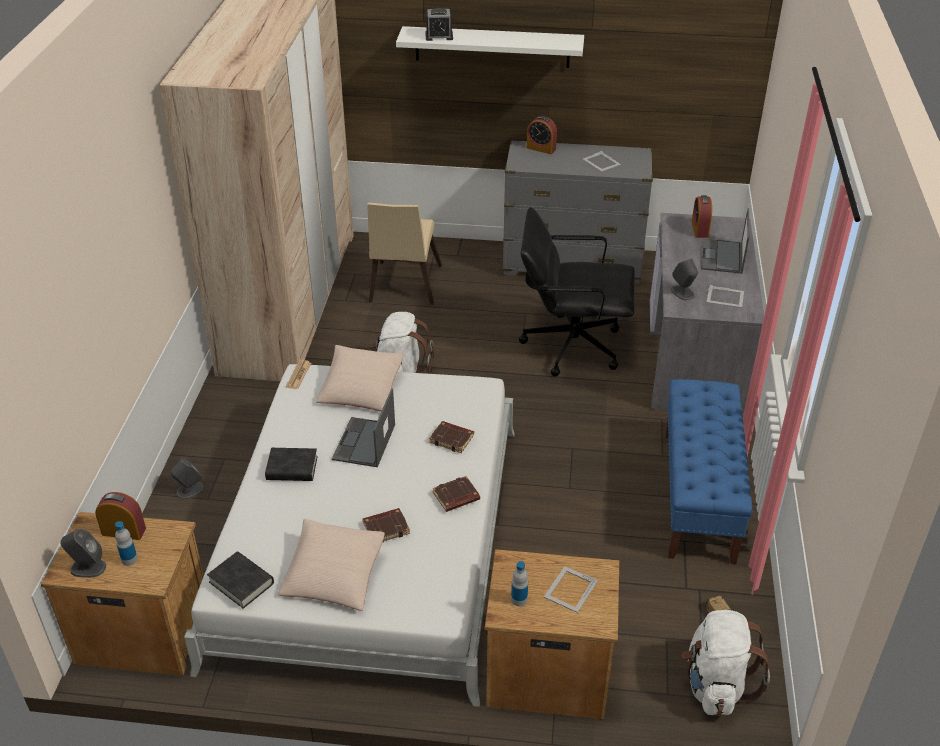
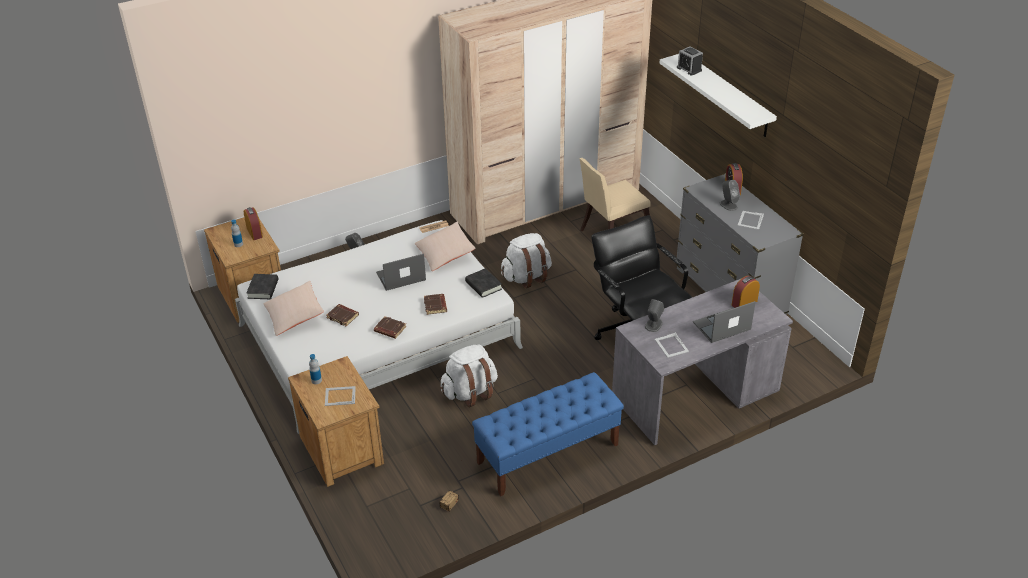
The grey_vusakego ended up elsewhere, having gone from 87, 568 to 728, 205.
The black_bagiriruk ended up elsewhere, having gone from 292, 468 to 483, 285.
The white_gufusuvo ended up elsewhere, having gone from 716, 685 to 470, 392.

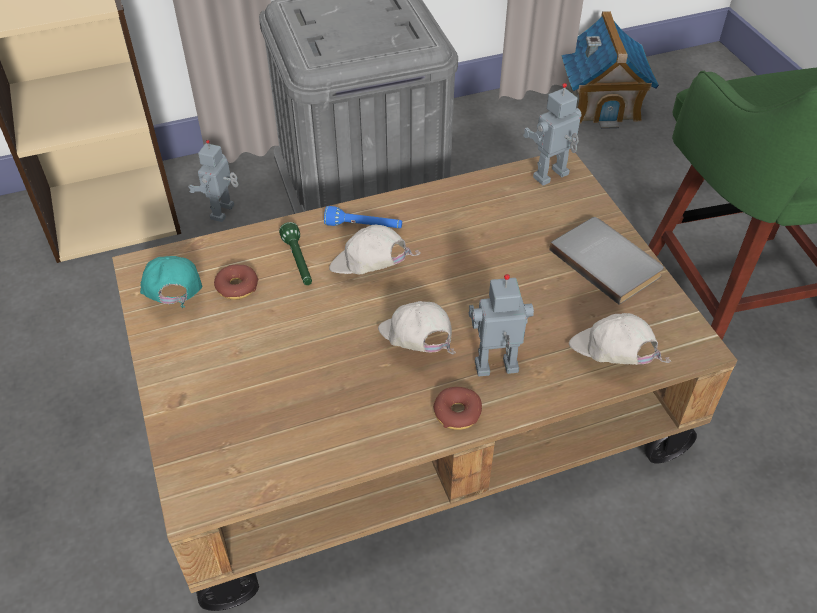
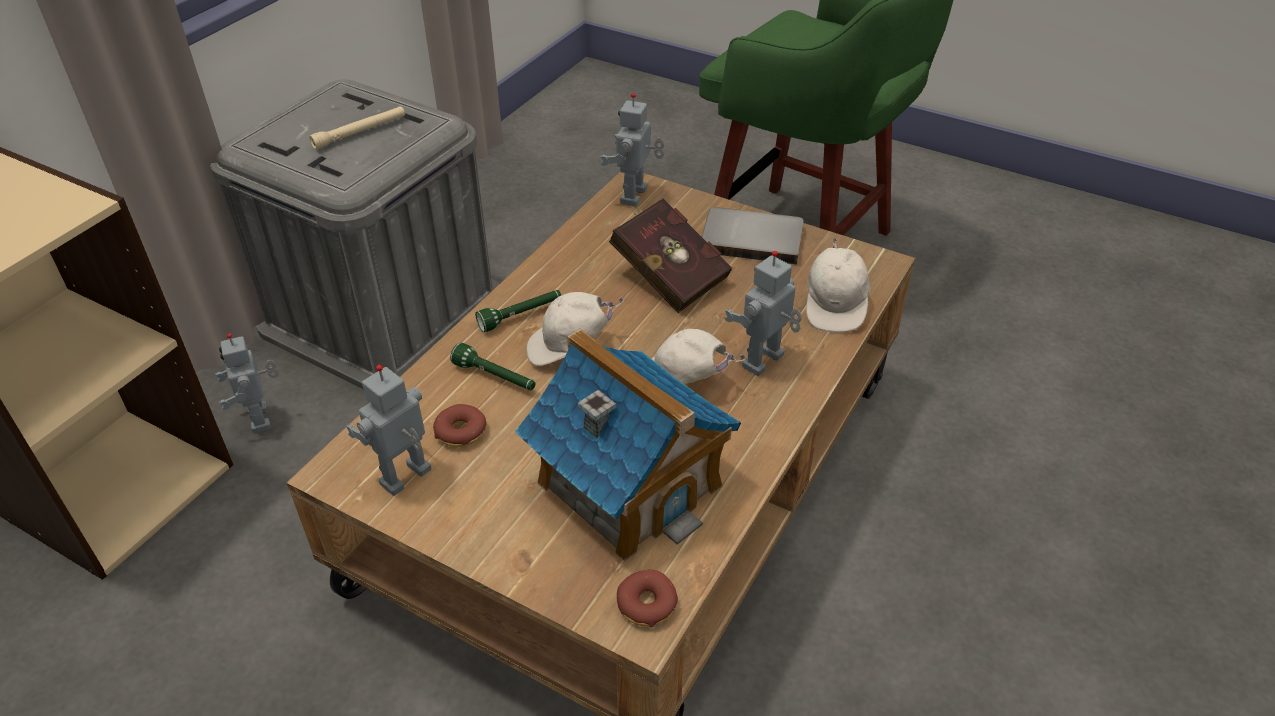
The second view gained the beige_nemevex at 360, 133.
The second view gained the red_bagiriruk at 667, 275.
The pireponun ended up elsewhere, having gone from 457, 413 to 647, 604.
The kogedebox ended up elsewhere, having gone from 601, 102 to 629, 484.
Where the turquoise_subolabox stood at 174, 298, the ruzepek came to stand at 407, 479.
What was the blue_nemevex at 364, 227 turned into the green_nemevex at 521, 316.
The white_subolabox at 611, 358 ended up facing another way, 90 degrees counterclockwise from before.

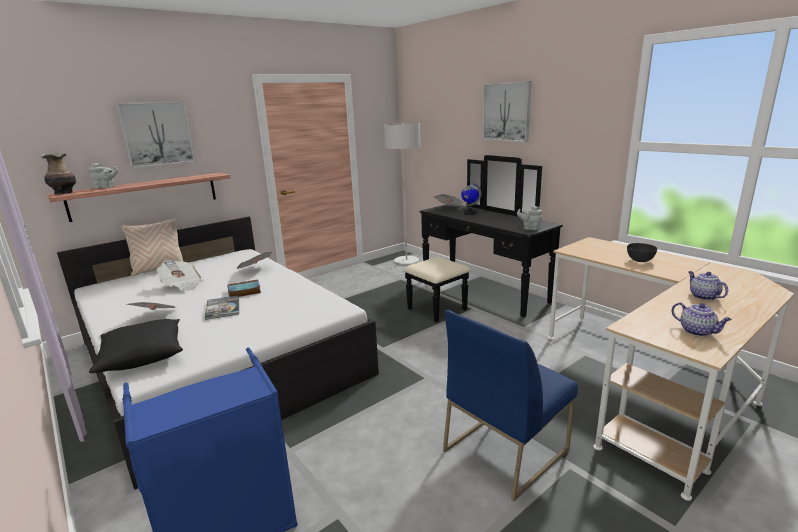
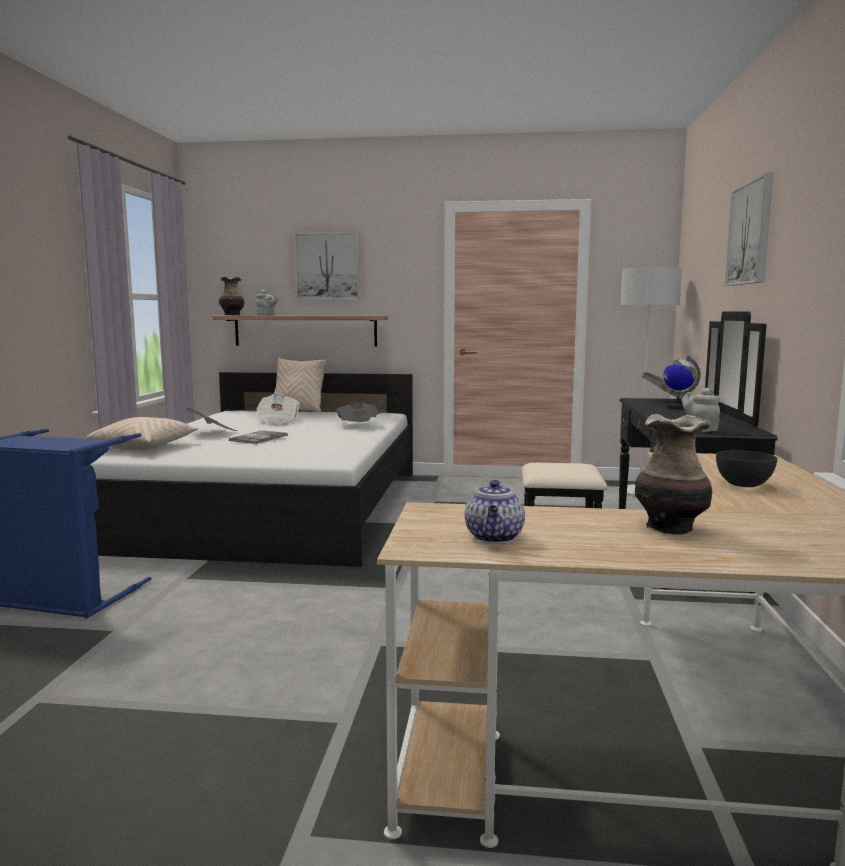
The second view lost the bagiriruk at 243, 292.
The second view lost the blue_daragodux at 505, 449.
Where the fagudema stood at 703, 296, the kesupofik came to stand at 669, 527.
What was the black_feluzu at 142, 356 turned into the beige_feluzu at 145, 447.

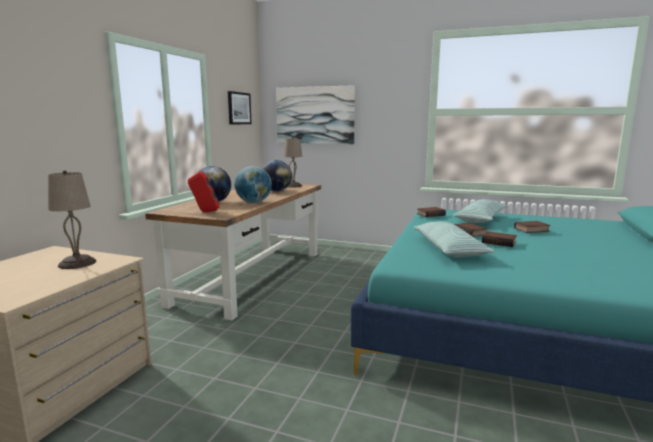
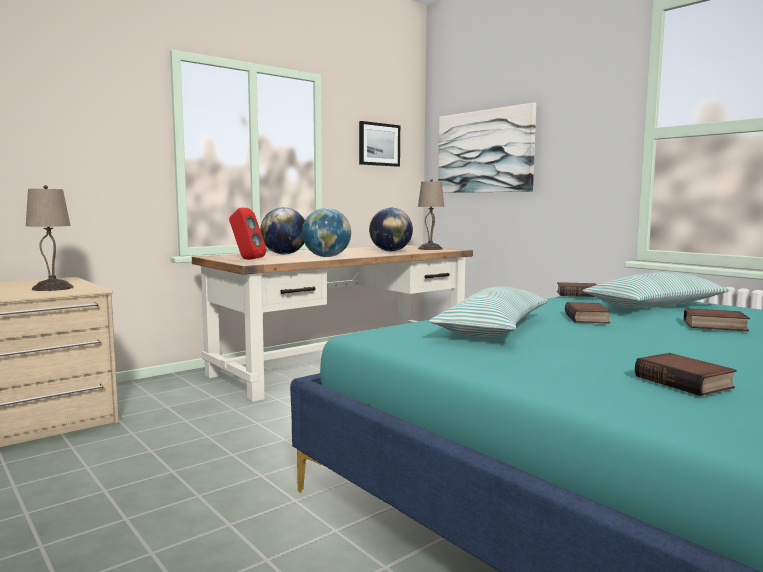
The bagiriruk ended up elsewhere, having gone from 499, 242 to 685, 382.

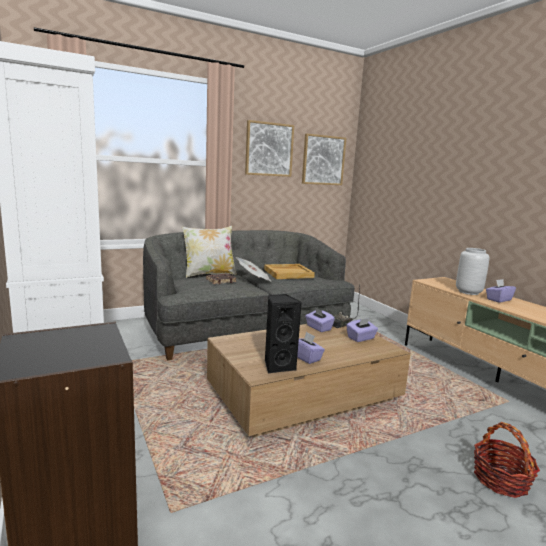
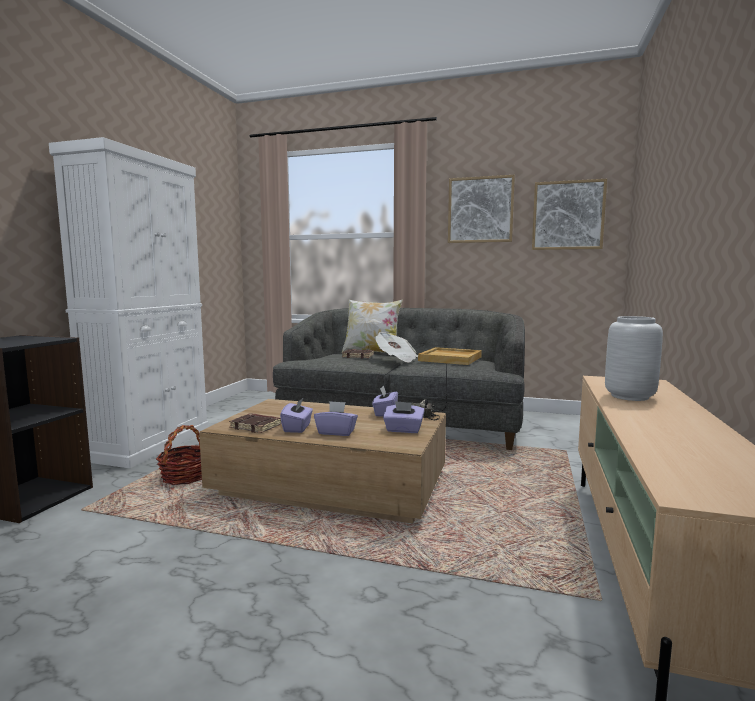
The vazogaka ended up elsewhere, having gone from 501, 480 to 185, 477.
The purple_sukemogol ended up elsewhere, having gone from 498, 299 to 336, 432.
Where the black_vusakego stood at 278, 366, the brown_bagiriruk came to stand at 256, 426.

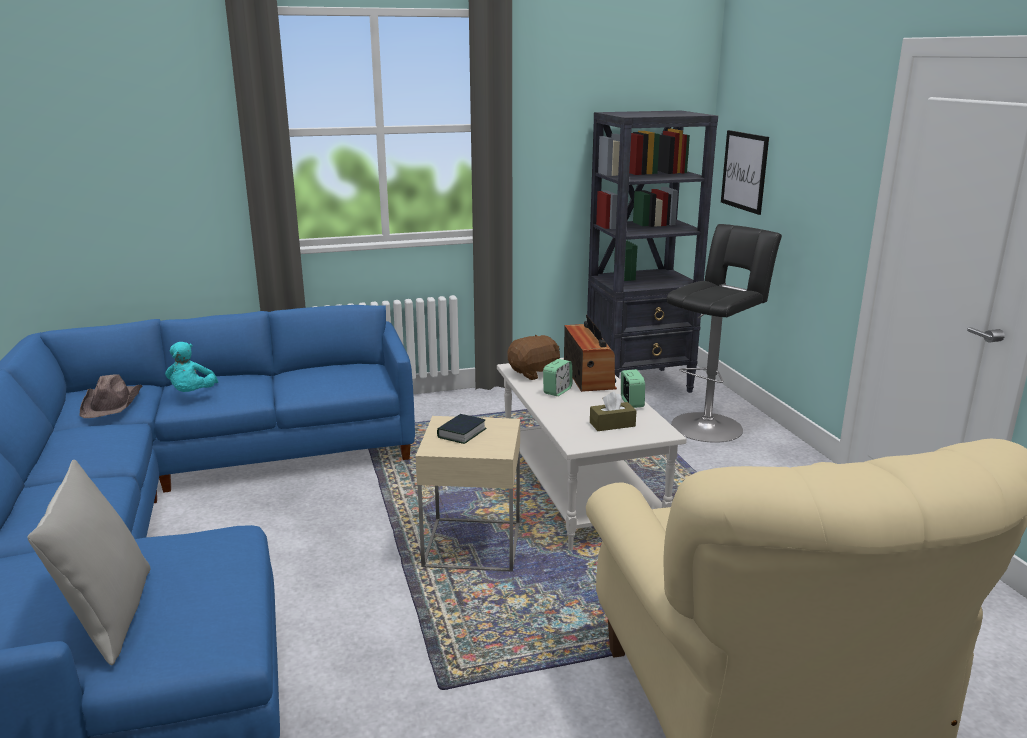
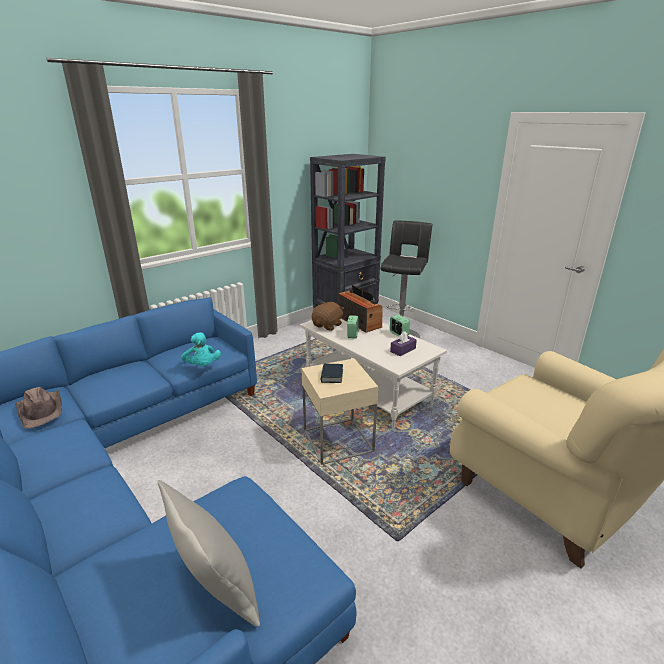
The second view lost the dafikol at 744, 171.
The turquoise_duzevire ended up elsewhere, having gone from 192, 394 to 202, 366.
What was the brown_sukemogol at 612, 424 turned into the purple_sukemogol at 403, 350.

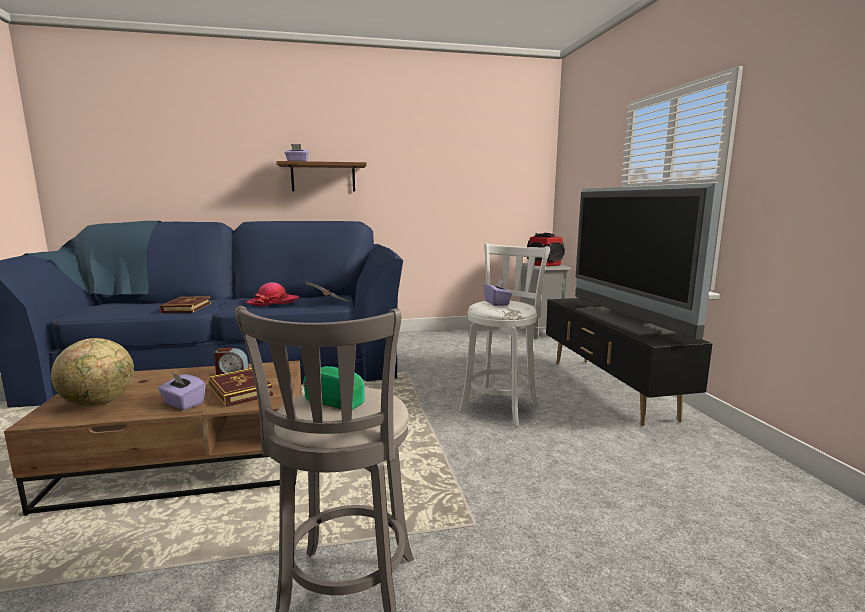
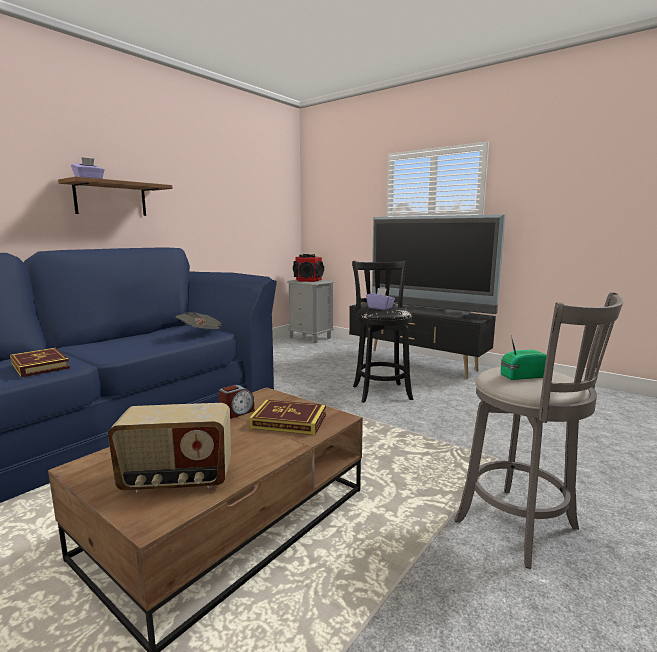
The second view lost the purple_sukemogol at 183, 403.
The second view lost the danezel at 273, 302.
Where the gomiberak stood at 99, 403, the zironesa came to stand at 177, 480.
What was the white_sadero at 501, 407 turned into the black_sadero at 381, 391.

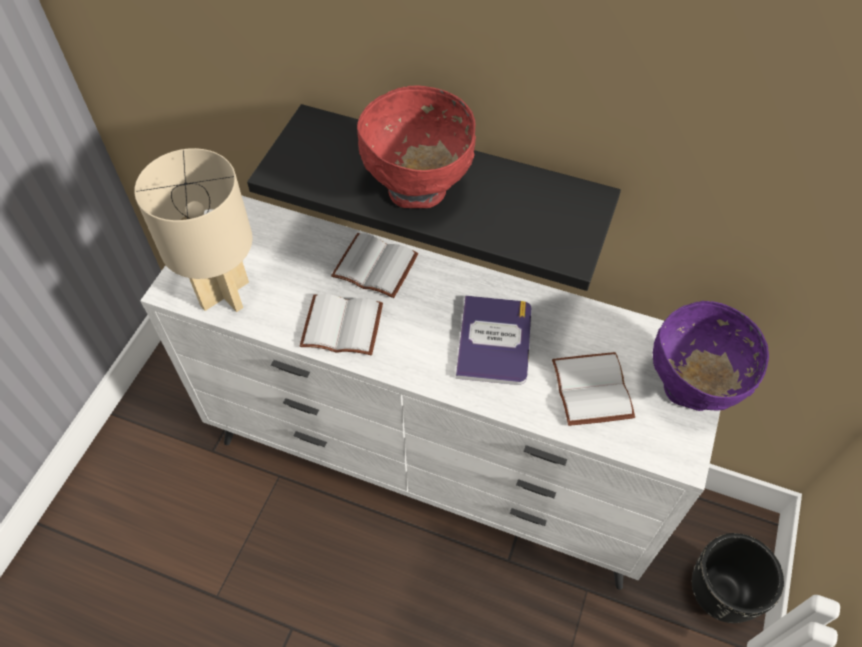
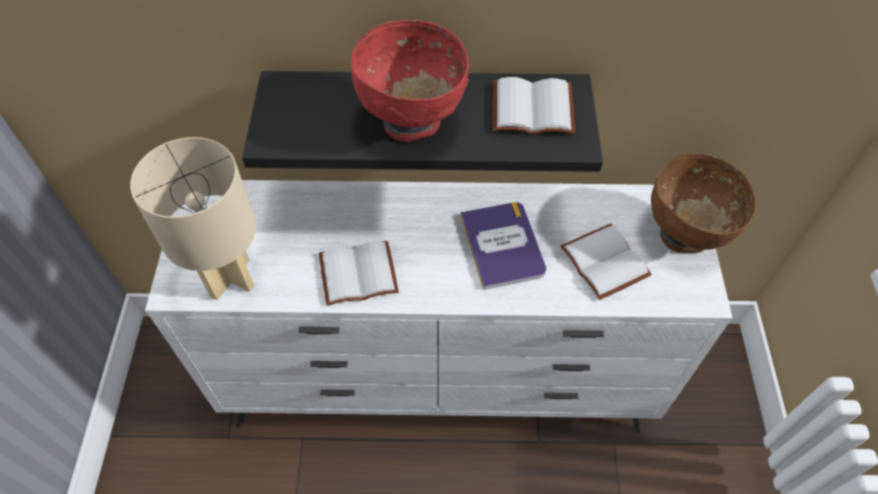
The second view lost the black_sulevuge at 721, 593.
The white_bagiriruk ended up elsewhere, having gone from 377, 265 to 534, 107.
What was the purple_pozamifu at 691, 388 turned into the brown_pozamifu at 685, 235.

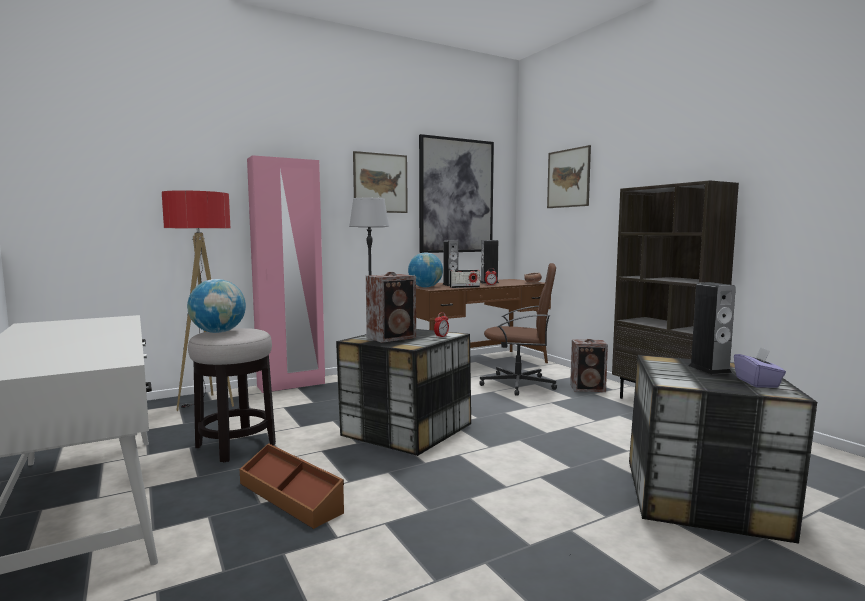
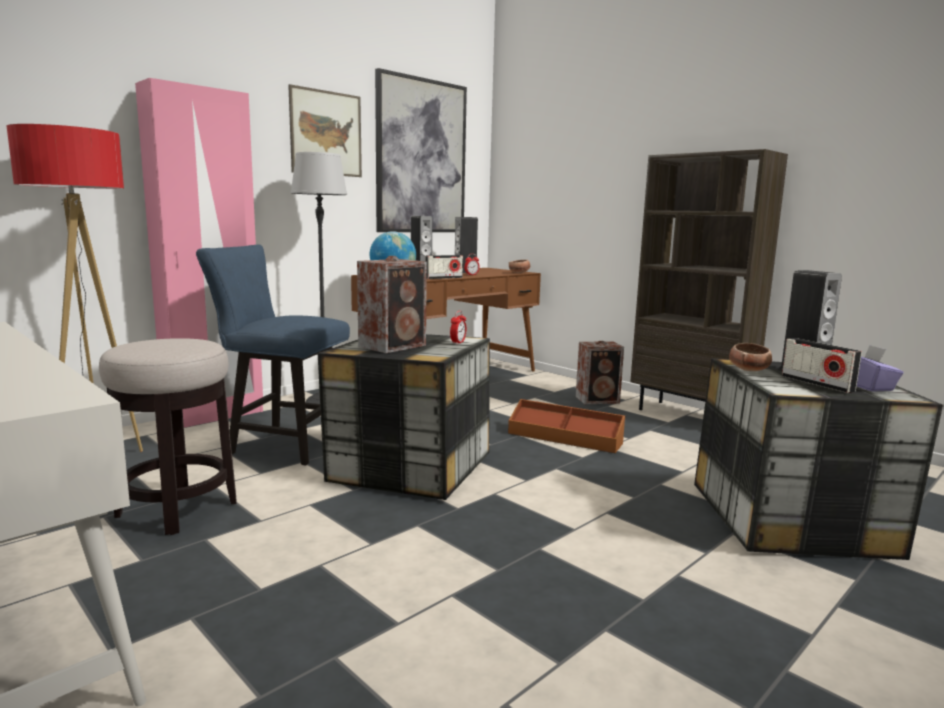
The second view lost the gomiberak at 218, 332.
The second view lost the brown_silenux at 519, 384.
The second view lost the dafikol at 568, 178.
The second view gained the blue_daragodux at 282, 442.
The second view gained the pozamifu at 749, 370.
The second view gained the zironesa at 817, 384.
The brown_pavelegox ended up elsewhere, having gone from 290, 497 to 565, 438.

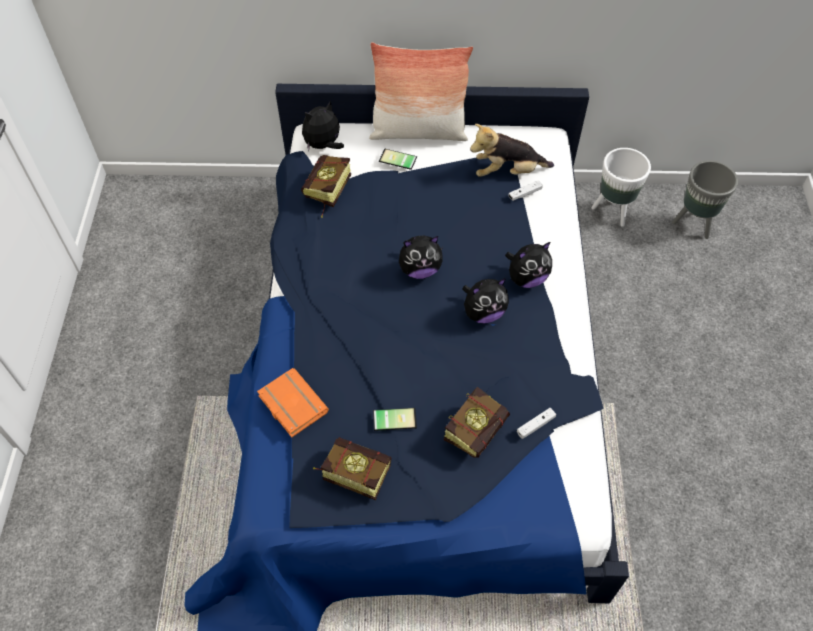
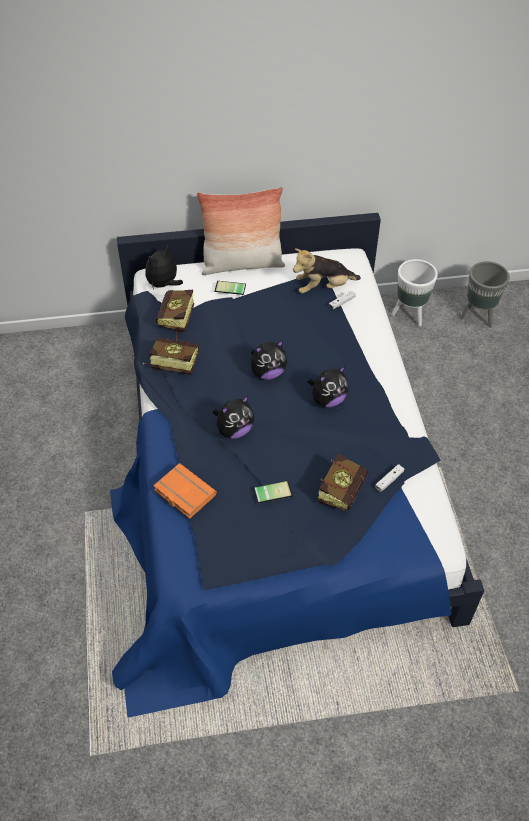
The bagiriruk ended up elsewhere, having gone from 350, 472 to 170, 362.
The duzevire ended up elsewhere, having gone from 526, 278 to 234, 430.

